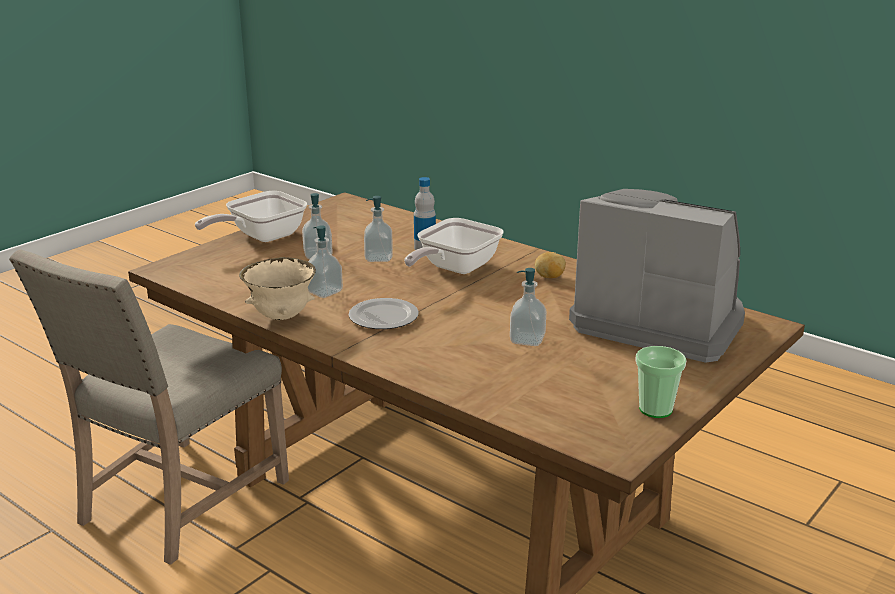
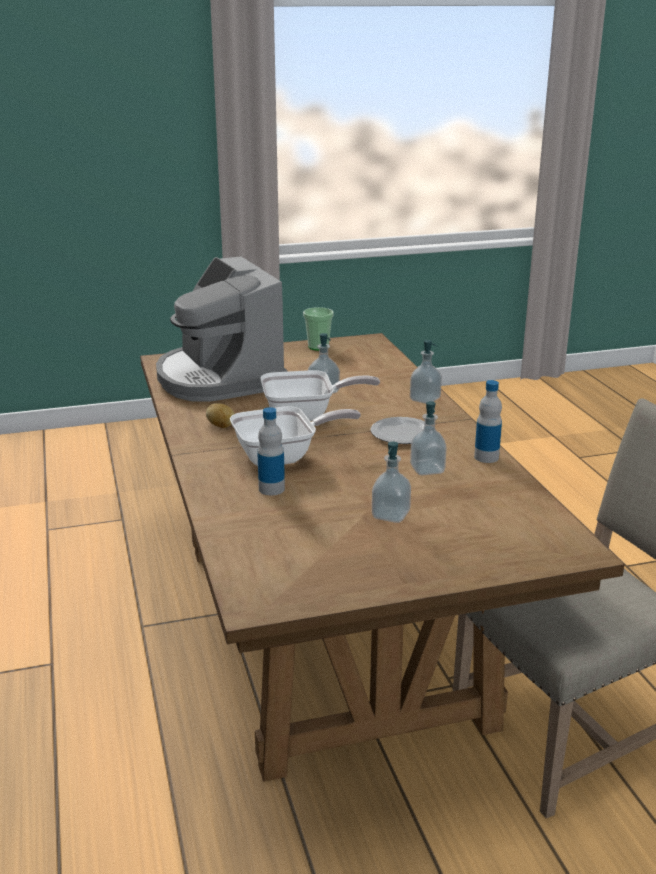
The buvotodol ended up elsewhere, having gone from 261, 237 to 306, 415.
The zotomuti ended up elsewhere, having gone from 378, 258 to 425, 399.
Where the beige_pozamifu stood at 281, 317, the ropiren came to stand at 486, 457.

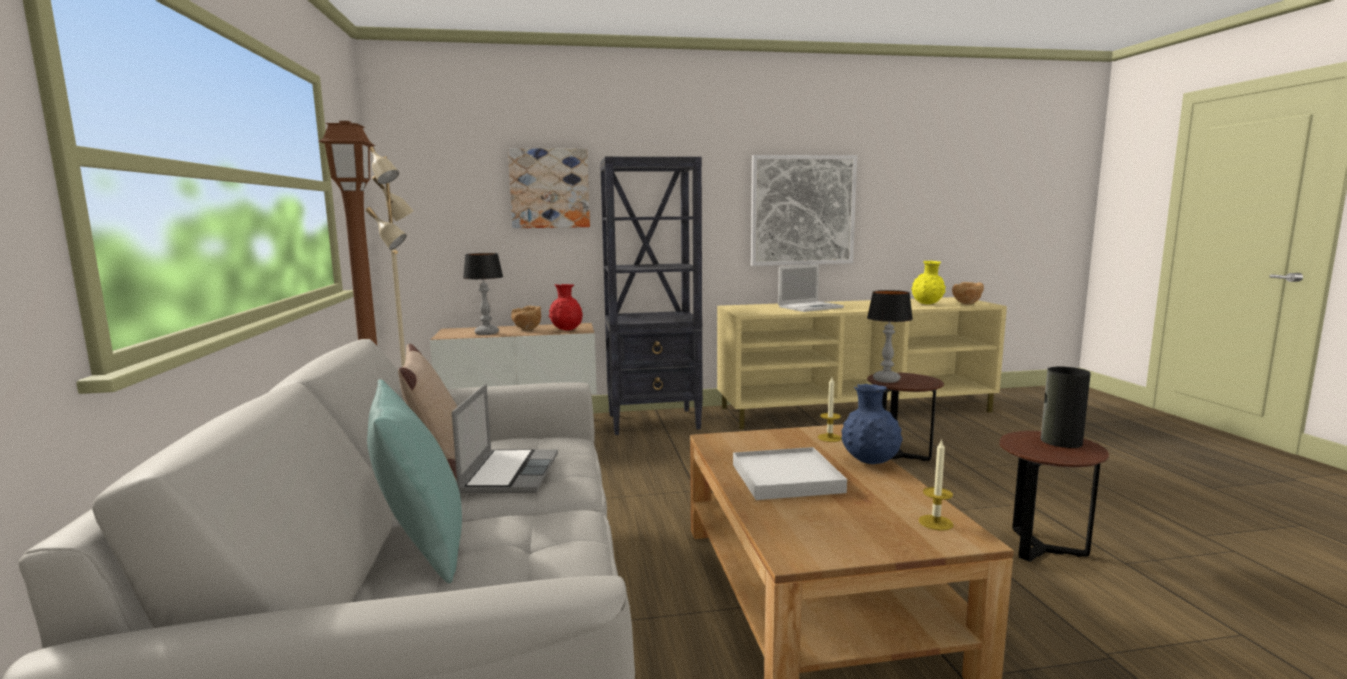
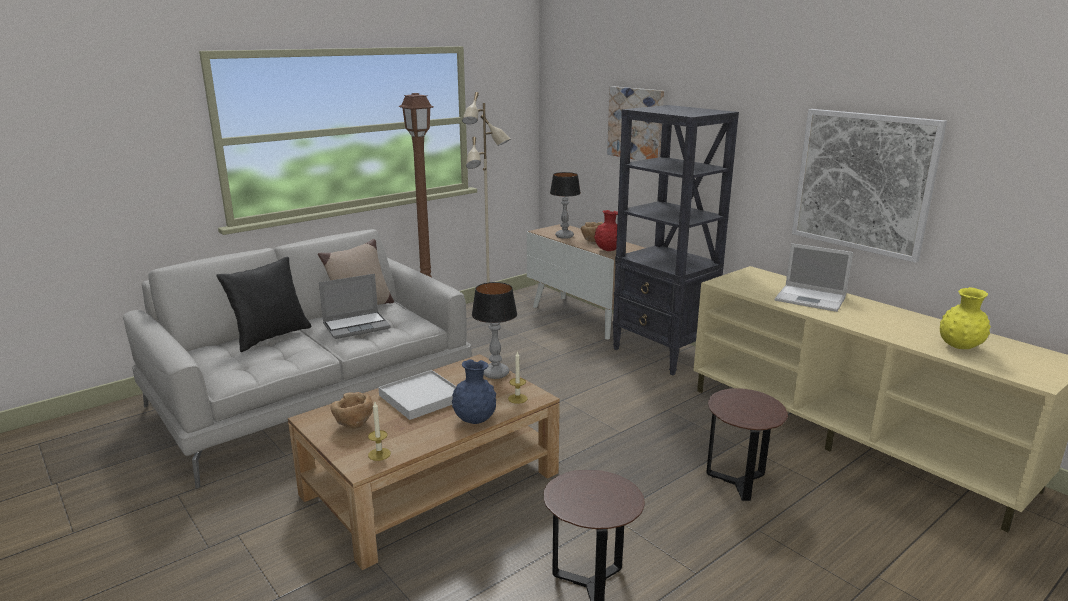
The second view lost the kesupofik at 1060, 441.
The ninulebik ended up elsewhere, having gone from 886, 380 to 495, 373.
The brown_pozamifu ended up elsewhere, having gone from 967, 304 to 353, 425.
What was the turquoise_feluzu at 422, 546 turned into the black_feluzu at 271, 337.

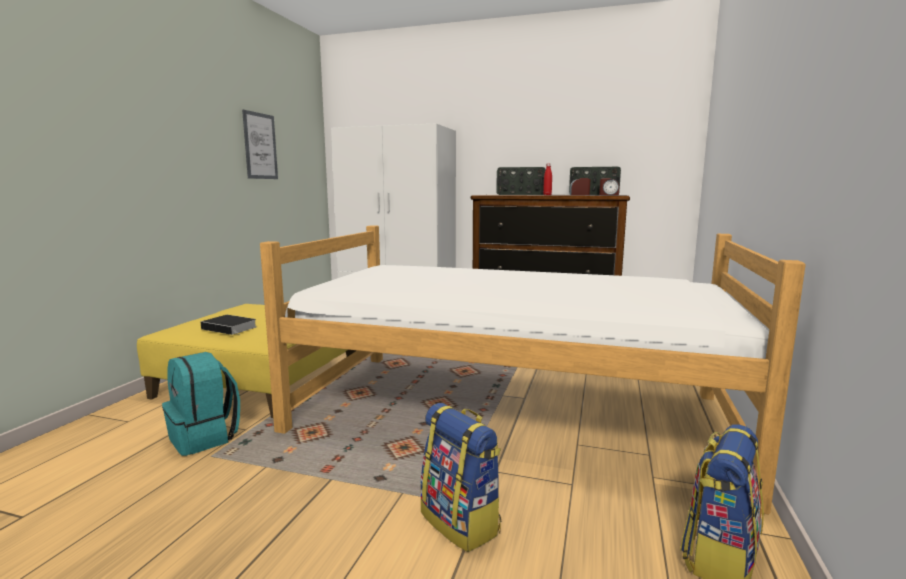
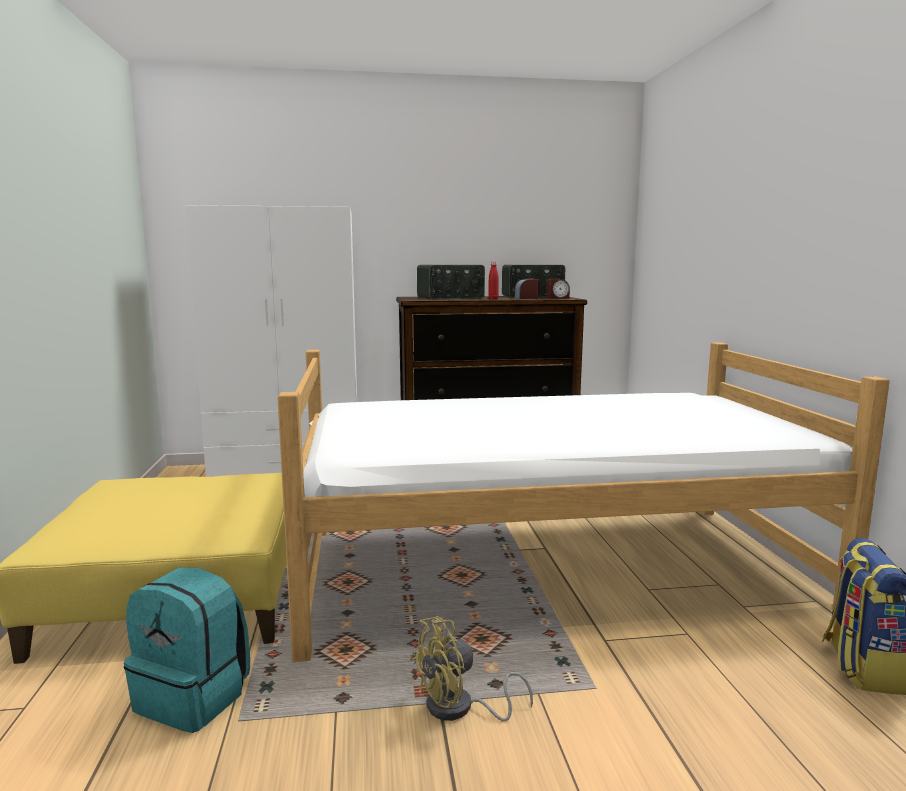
The second view lost the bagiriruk at 231, 328.
The second view lost the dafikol at 260, 146.
The second view lost the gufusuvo at 461, 522.
The second view gained the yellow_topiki at 459, 709.

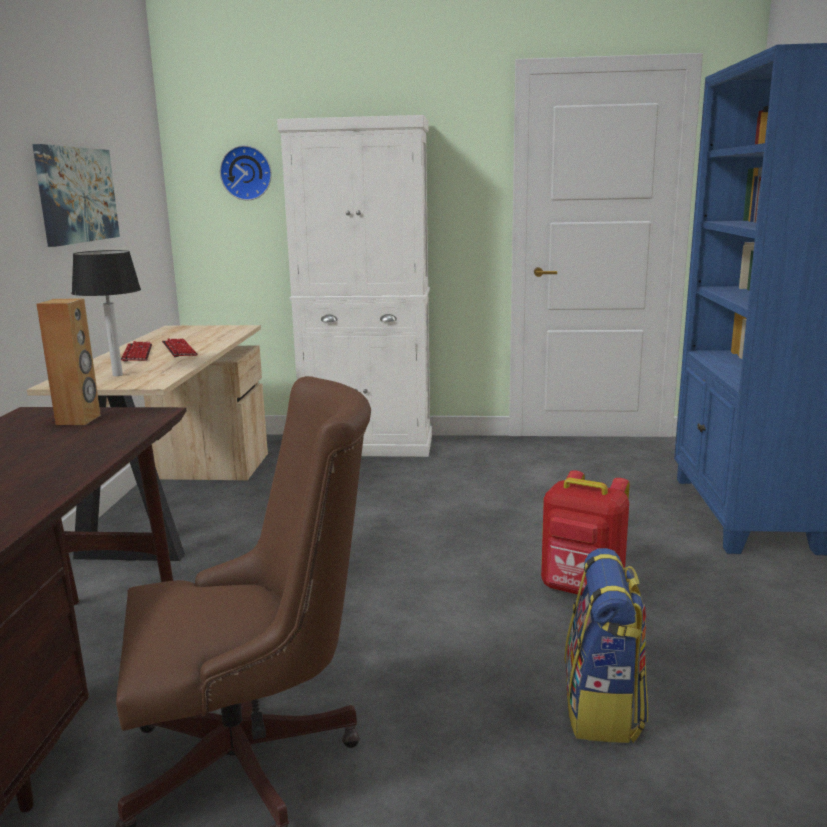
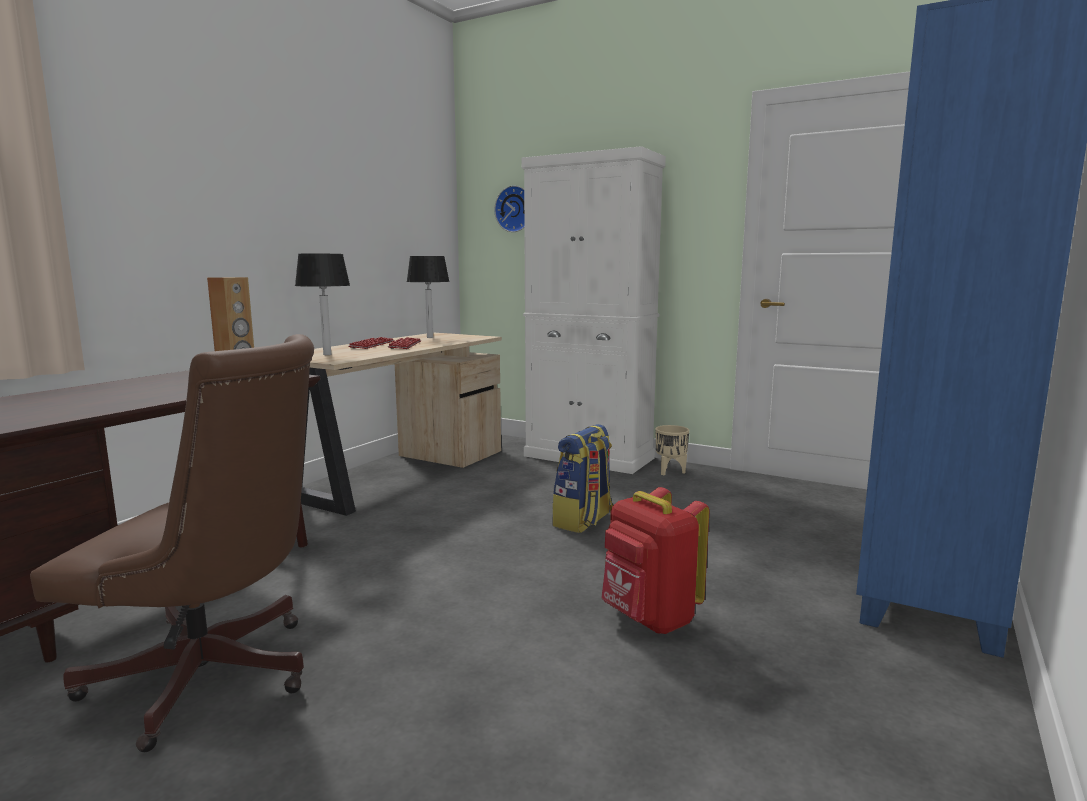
The second view lost the dafikol at 76, 195.
The second view gained the ninulebik at 429, 337.
The second view gained the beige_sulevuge at 670, 472.
The gufusuvo ended up elsewhere, having gone from 603, 708 to 584, 521.

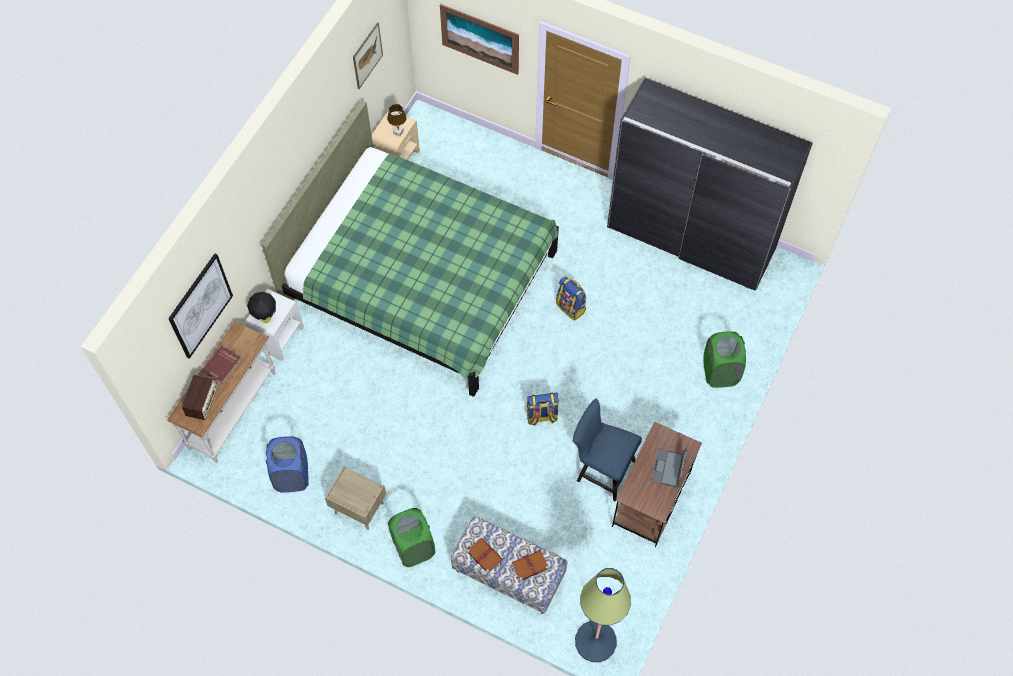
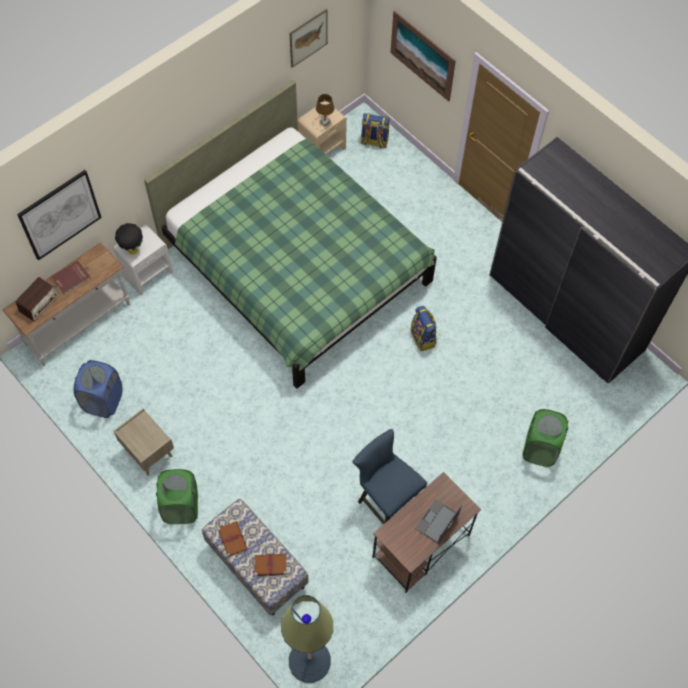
The gufusuvo ended up elsewhere, having gone from 541, 416 to 374, 142.

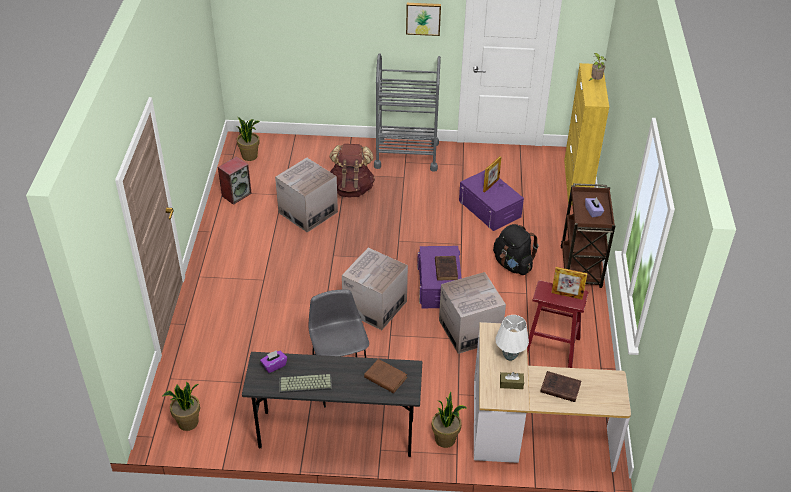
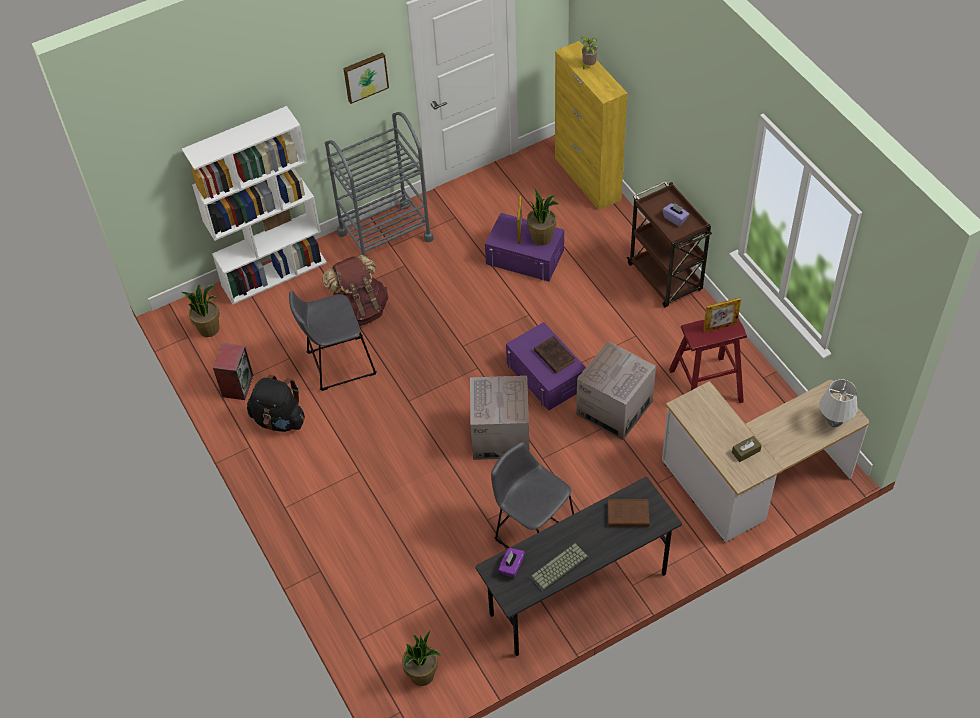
The second view lost the brown_bagiriruk at 559, 388.
The second view gained the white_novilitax at 274, 273.
The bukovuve ended up elsewhere, having gone from 445, 439 to 542, 237.
The black_gufusuvo ended up elsewhere, having gone from 513, 264 to 279, 420.
The white_ninulebik ended up elsewhere, having gone from 510, 356 to 834, 422.
Where the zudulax stood at 308, 212, the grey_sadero came to stand at 337, 364.

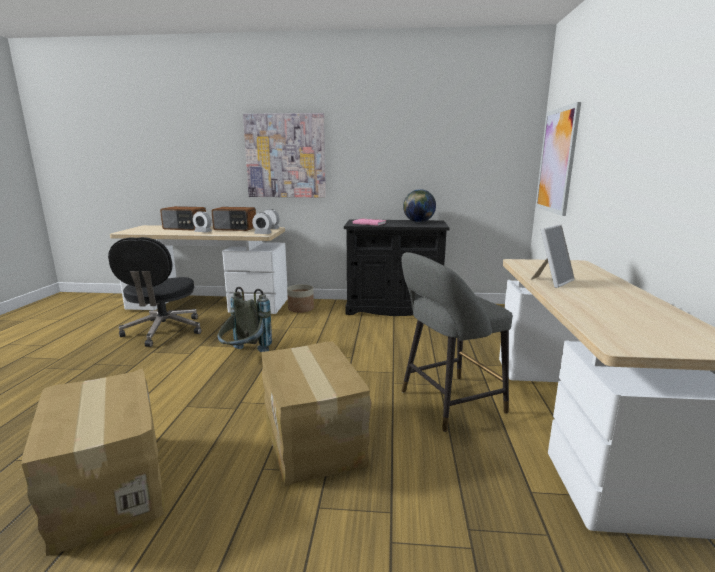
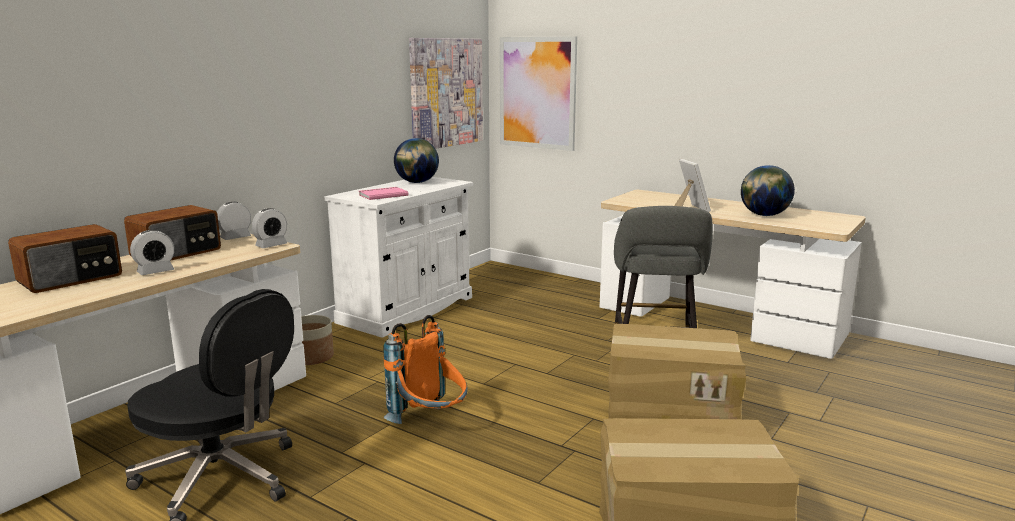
The second view gained the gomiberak at 764, 215.
The dafikol ended up elsewhere, having gone from 285, 156 to 446, 93.
What was the grey_gufusuvo at 244, 356 turned into the orange_gufusuvo at 430, 423.
What was the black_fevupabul at 393, 308 turned into the white_fevupabul at 407, 310.

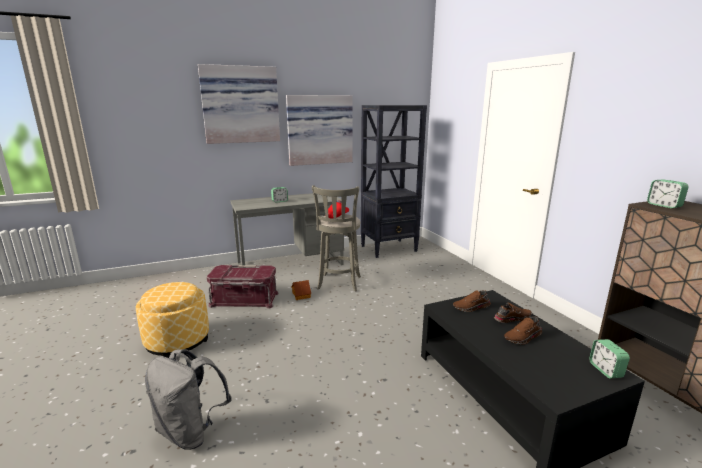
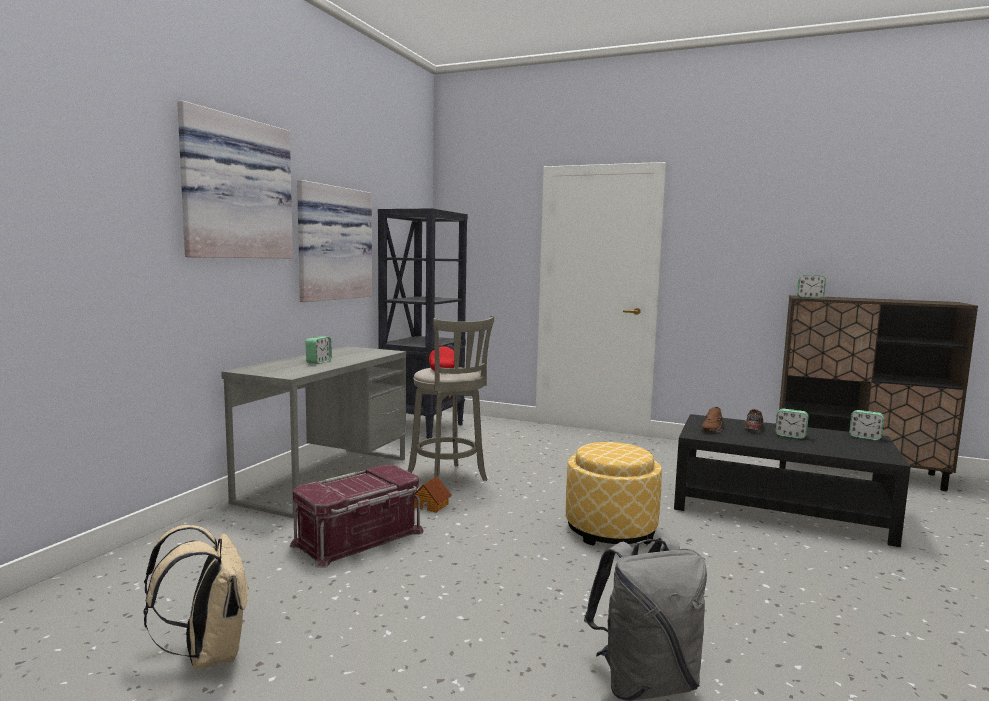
The second view gained the beige_gufusuvo at 208, 654.
The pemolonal ended up elsewhere, having gone from 177, 341 to 610, 529.
Where the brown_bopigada stood at 523, 338, the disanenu came to stand at 790, 436.

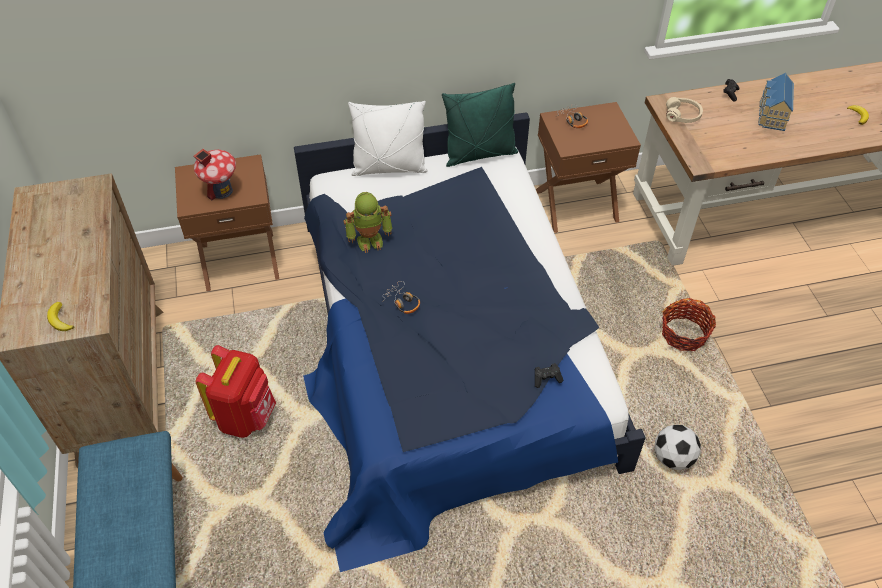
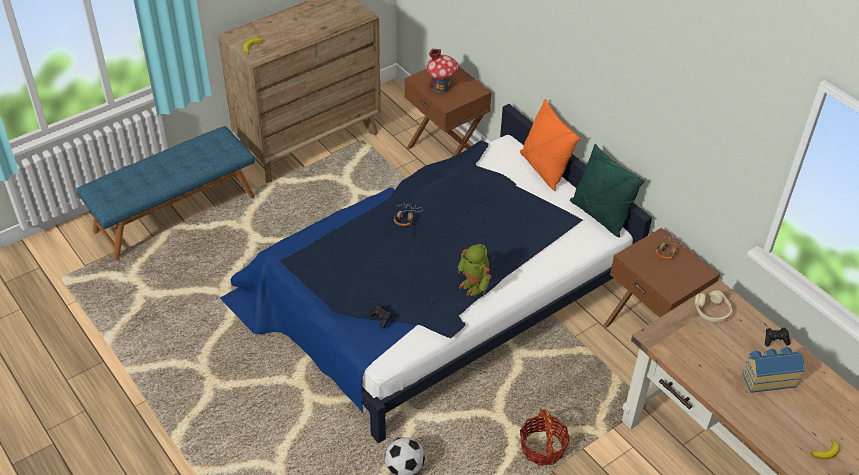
The second view lost the red_gufusuvo at 246, 416.
The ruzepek ended up elsewhere, having gone from 370, 240 to 474, 285.
What was the white_feluzu at 389, 168 turned into the orange_feluzu at 543, 169.

